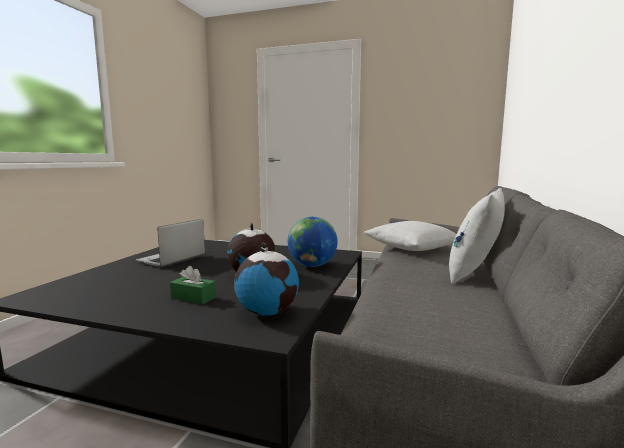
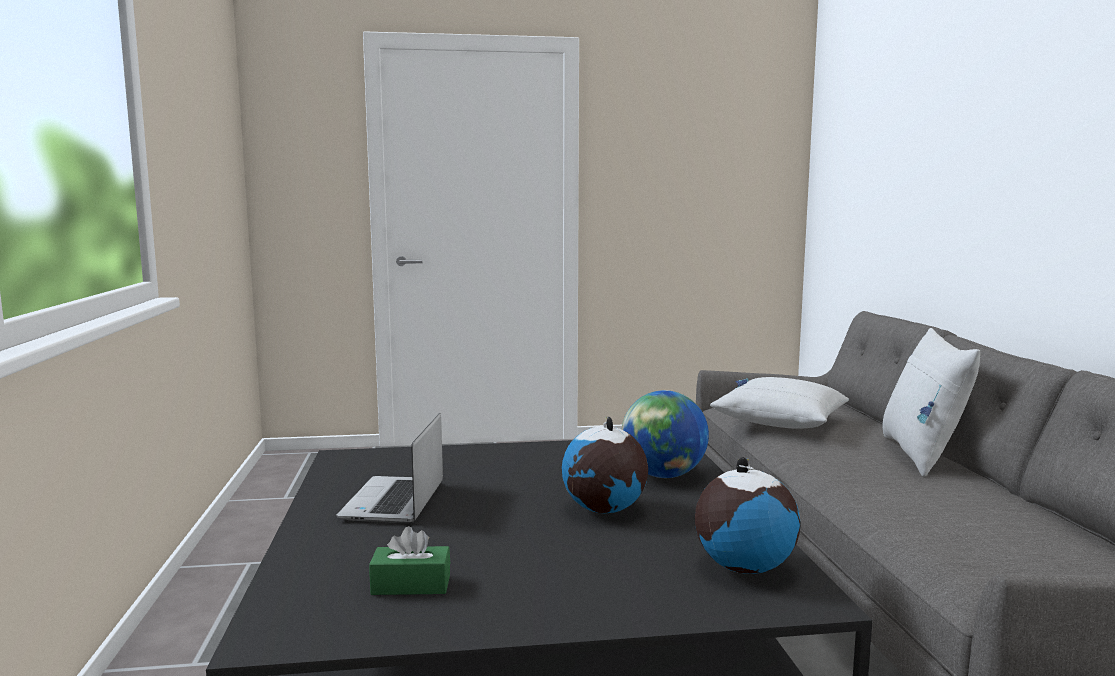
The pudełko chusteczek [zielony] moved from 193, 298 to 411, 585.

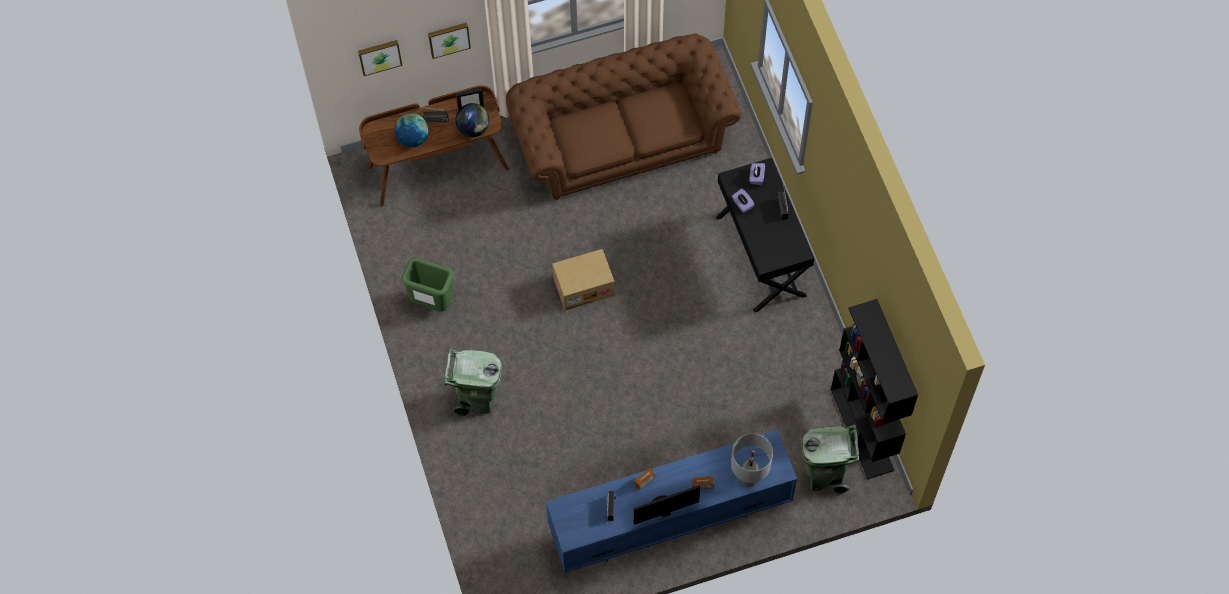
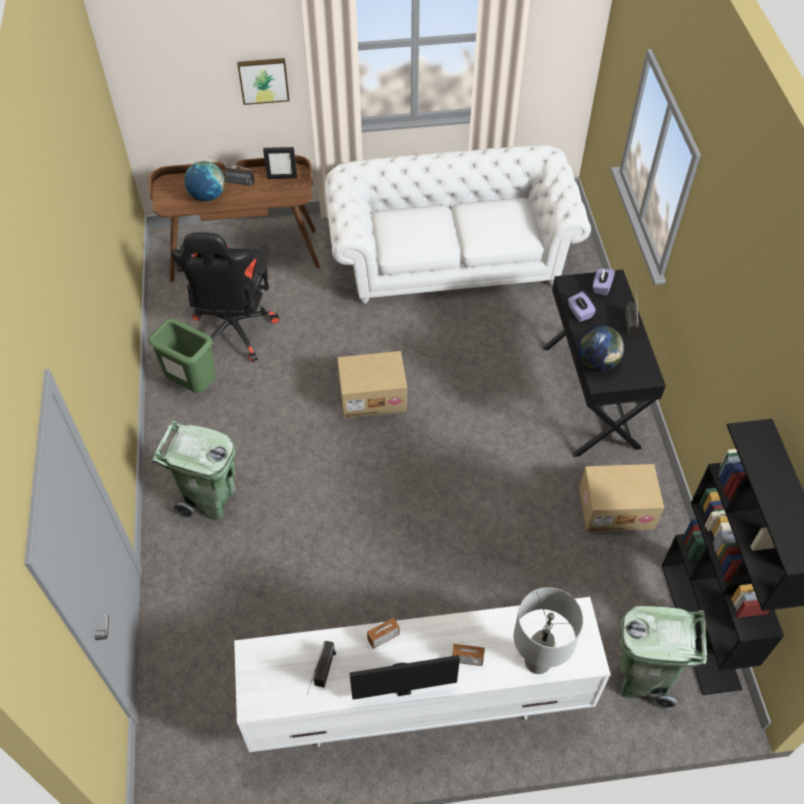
The obraz at 379, 56 disappeared. The krzesło biurowe [czarny] at 235, 324 appeared. The karton at 616, 508 appeared. The globus moved from 473, 128 to 597, 362. The kanapa [brązowy] at 621, 136 became the kanapa [biały] at 450, 254. The szafka [niebieski] at 669, 522 became the szafka [biały] at 417, 705.

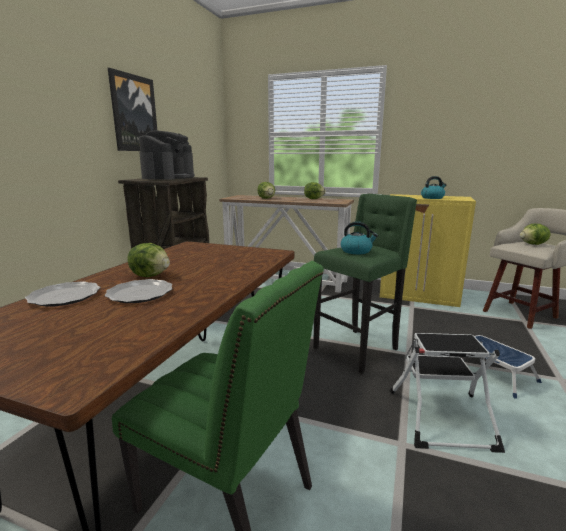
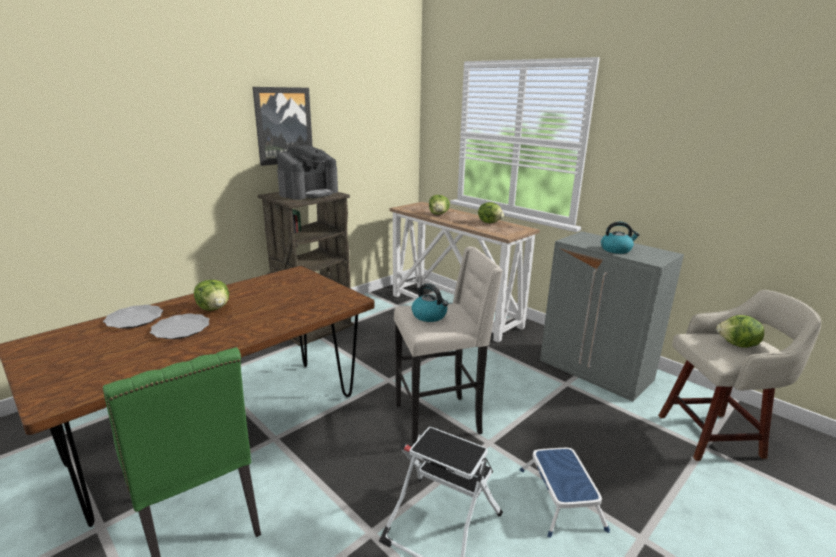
The stołek [zielony] at 357, 349 became the stołek [beżowy] at 439, 420. The szafka [żółty] at 419, 295 became the szafka [szary] at 596, 370.

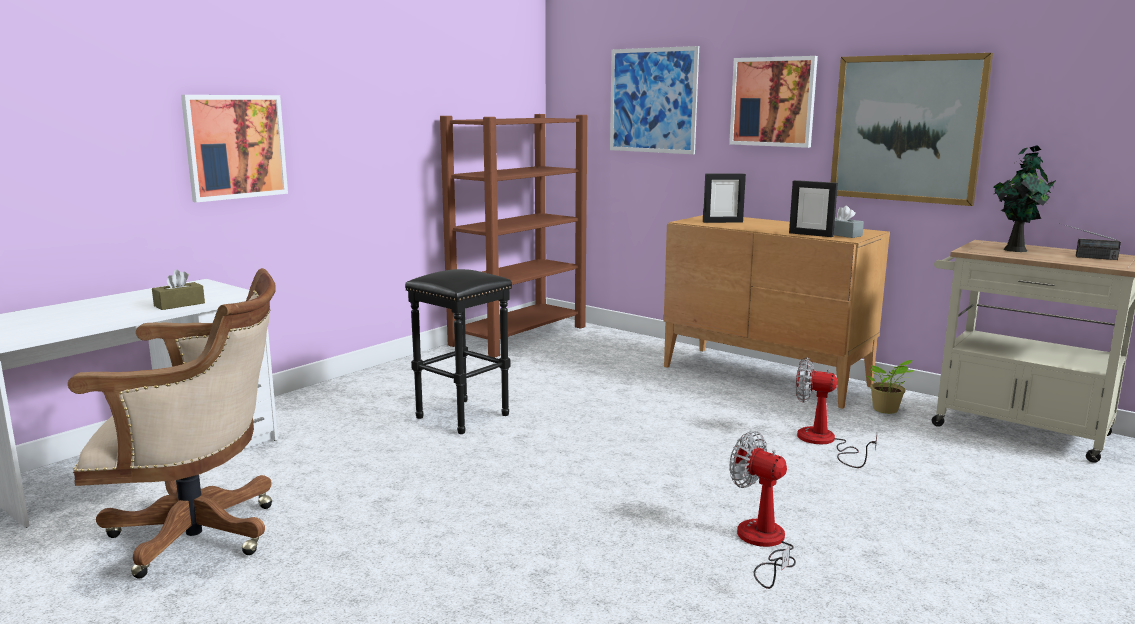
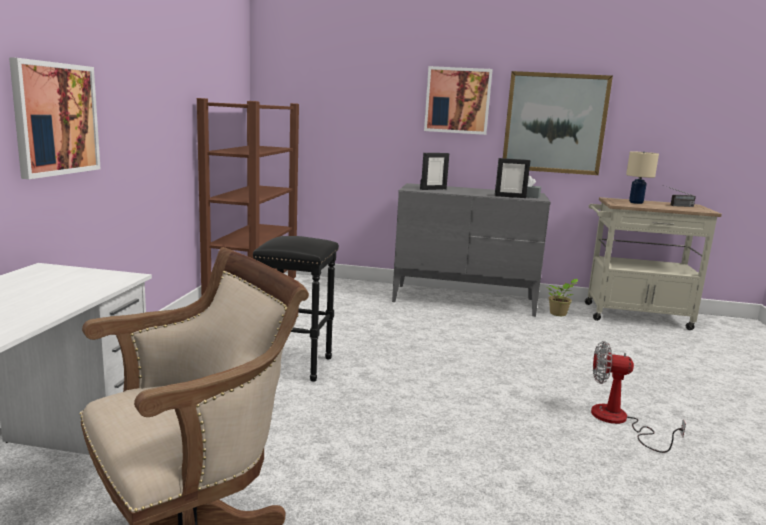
The pudełko chusteczek [brązowy] at 179, 304 disappeared. The obraz at 653, 100 disappeared. The wentylator at 824, 442 disappeared. The roślina doniczkowa at 1015, 249 was replaced by the lampa stołowa [beżowy] at 635, 202. The szafka [brązowy] at 765, 376 became the szafka [szary] at 464, 300.

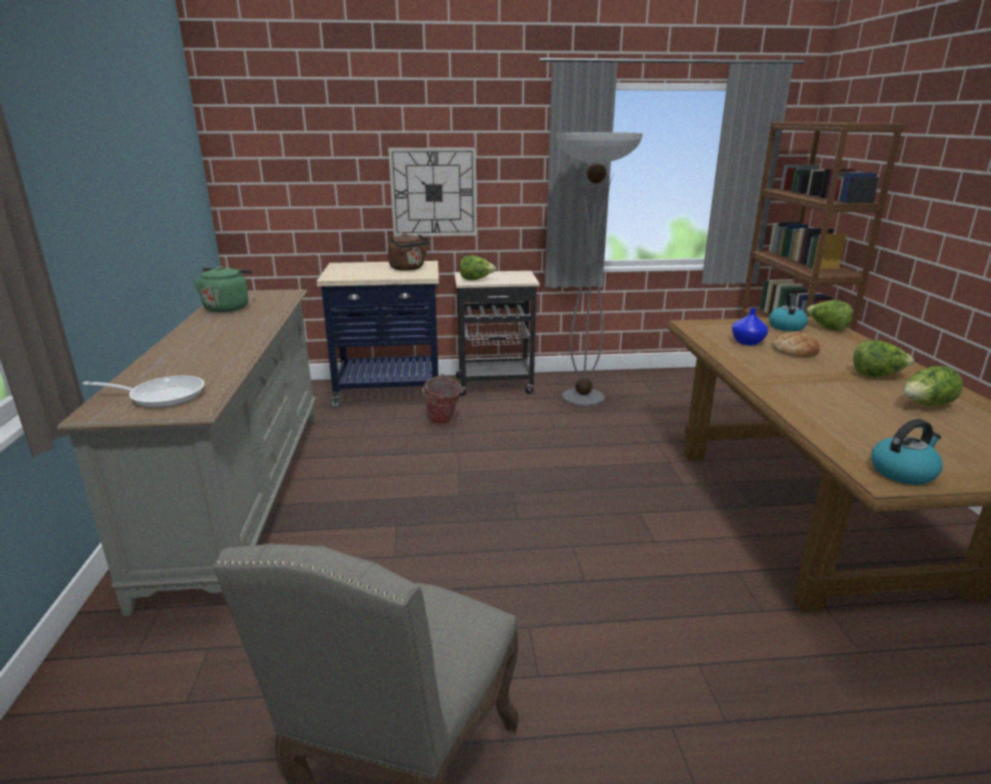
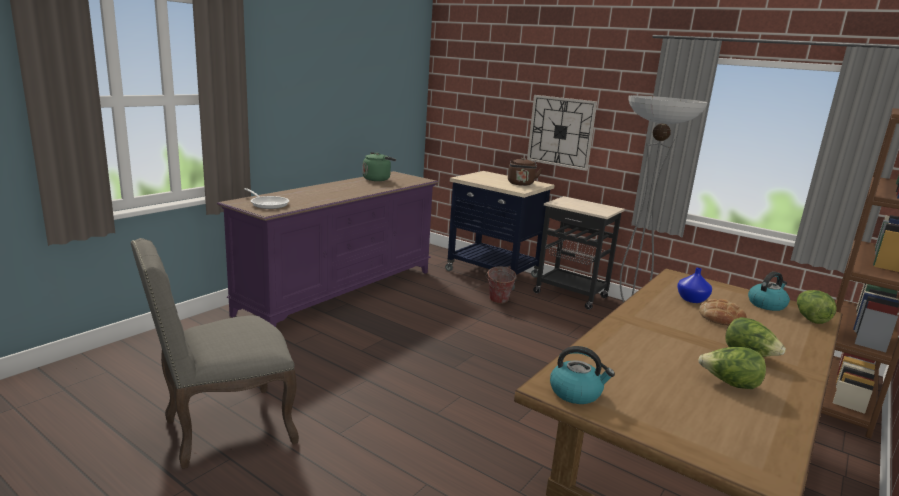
The sałata at 476, 280 disappeared. The szafka [szary] at 245, 493 became the szafka [fioletowy] at 341, 292.

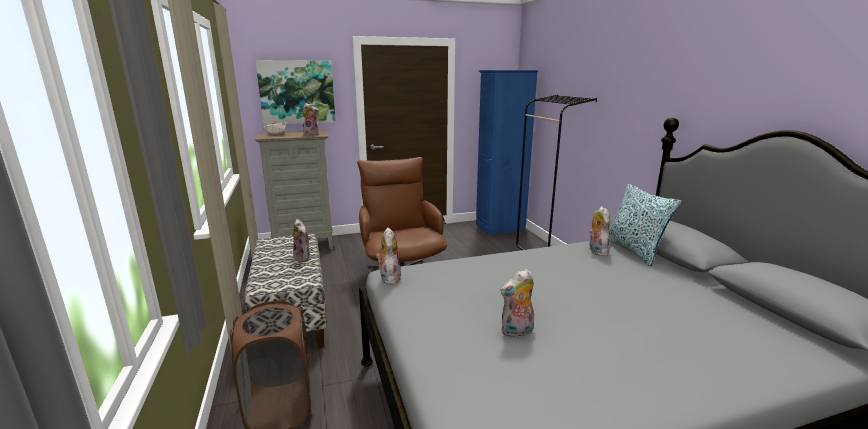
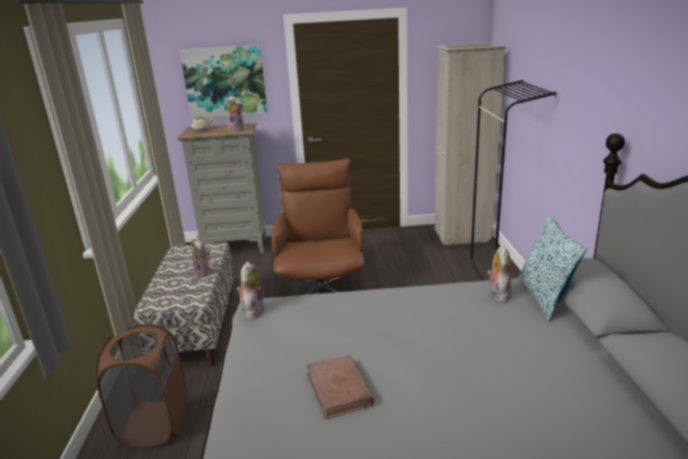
The pluszak at 517, 332 was replaced by the książka [brązowy] at 339, 389. The szafka [niebieski] at 499, 227 became the szafka [beżowy] at 461, 235.

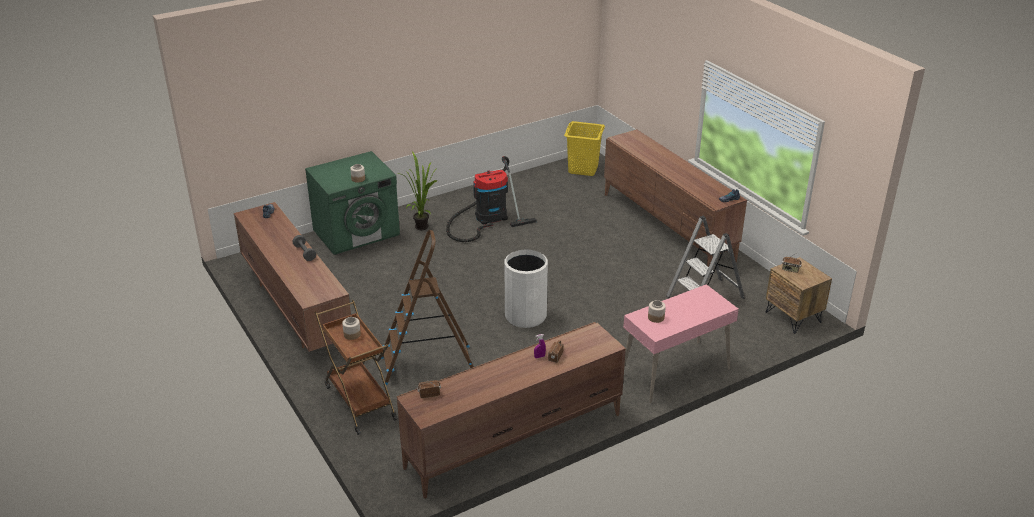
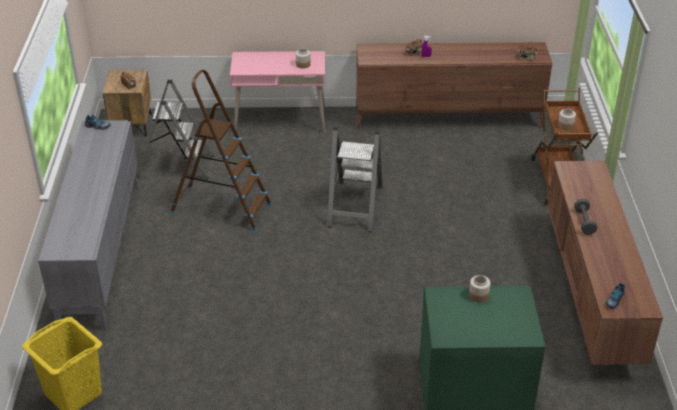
The roślina doniczkowa at 422, 225 disappeared. The odkurzacz at 487, 218 disappeared. The drabinka [brązowy] moved from 427, 365 to 222, 208. The kosz na śmieci [biały] at 525, 315 was replaced by the drabinka [szary] at 355, 207. The szafka [brązowy] at 668, 227 became the szafka [szary] at 100, 252.

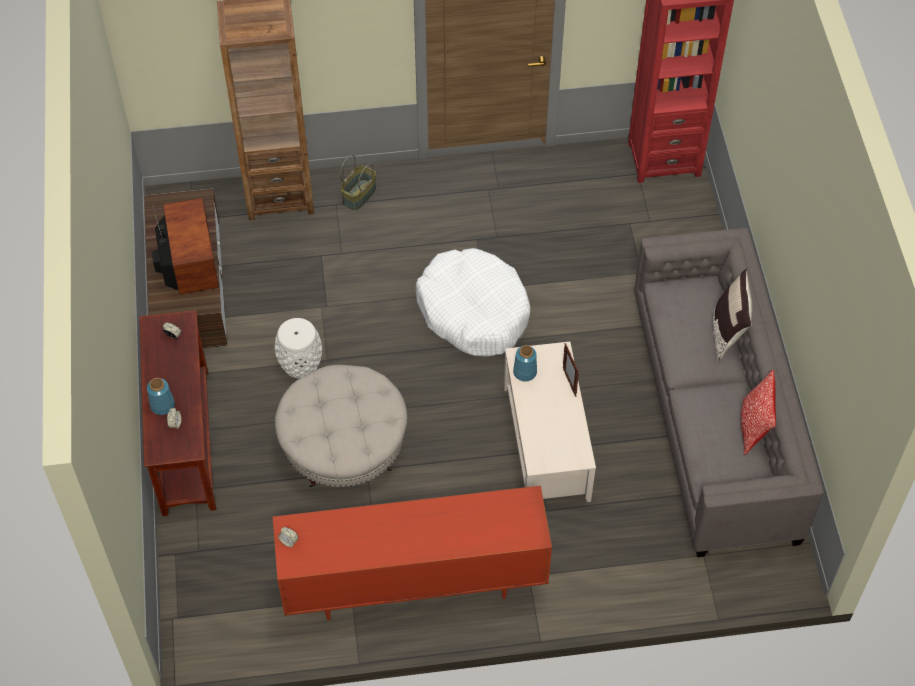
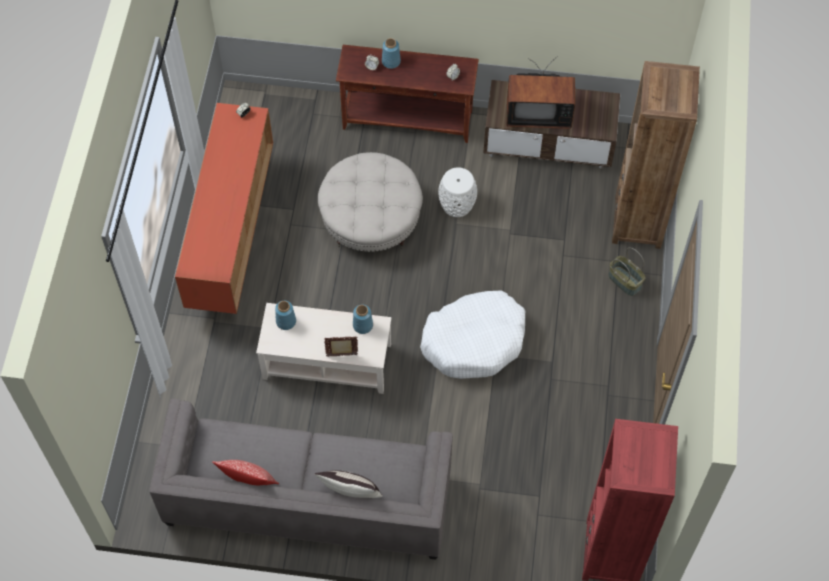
The wazon [niebieski] at 286, 321 appeared.

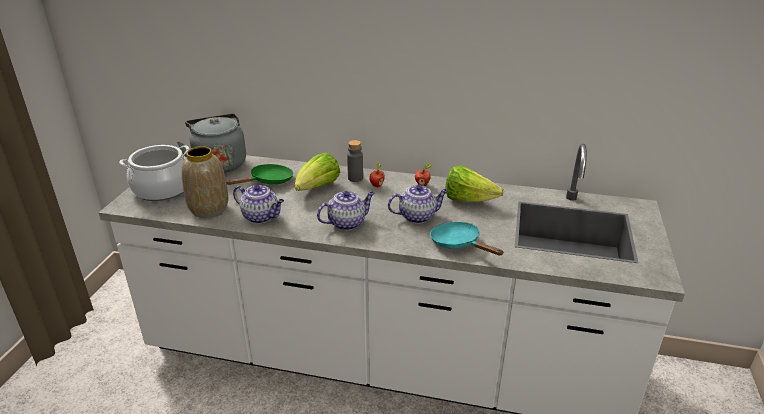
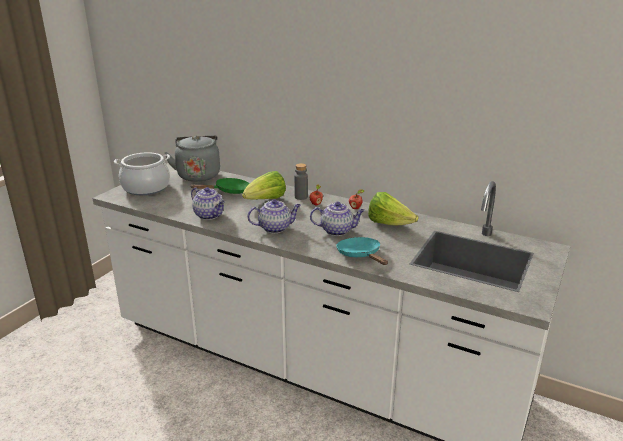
The wazon at 208, 209 disappeared.

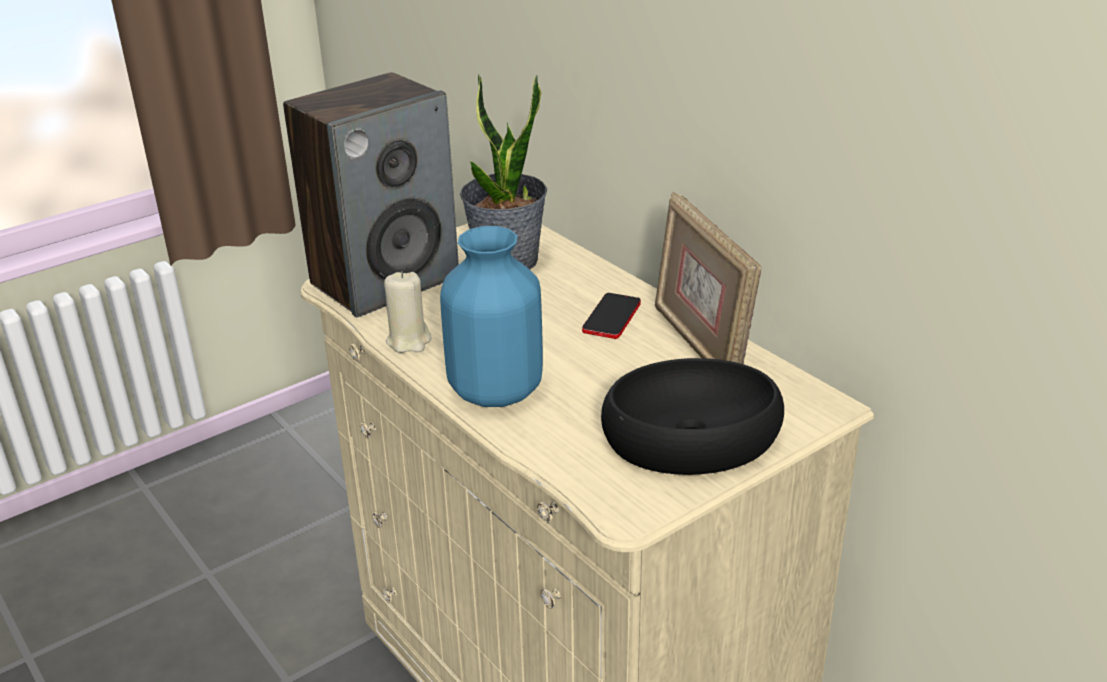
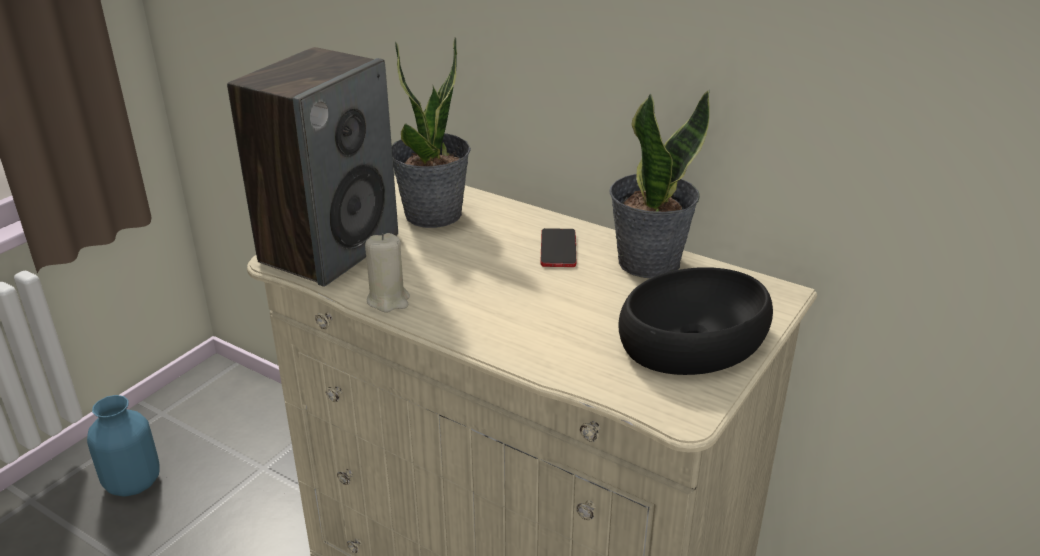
The wazon [niebieski] moved from 496, 392 to 133, 483. The ramka na zdjęcie at 699, 346 was replaced by the roślina doniczkowa at 648, 261.

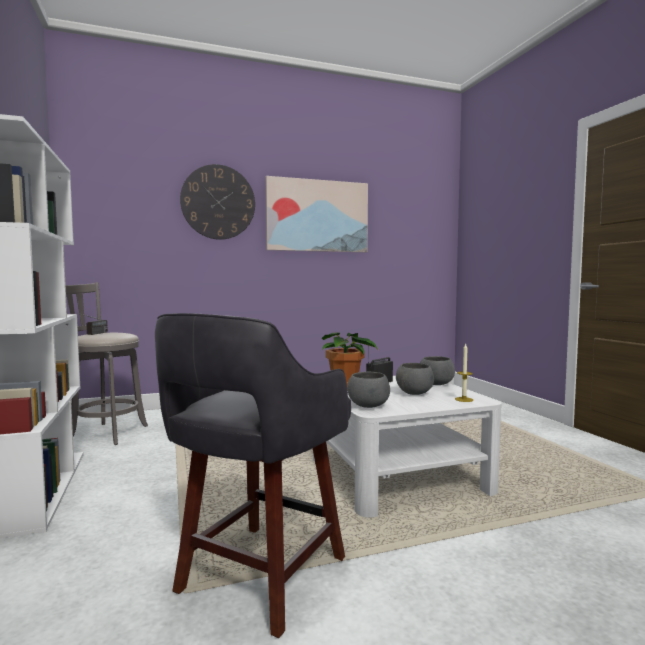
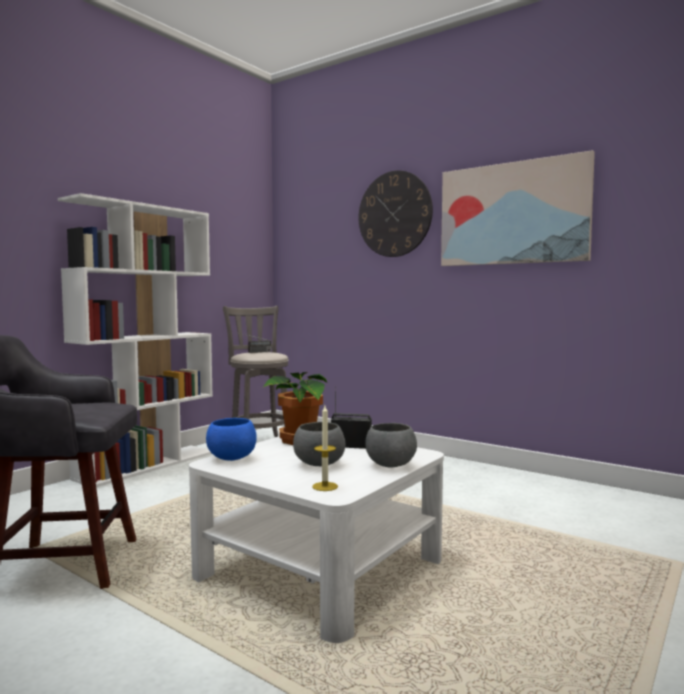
The miska [szary] at 368, 406 became the miska [niebieski] at 232, 458.

